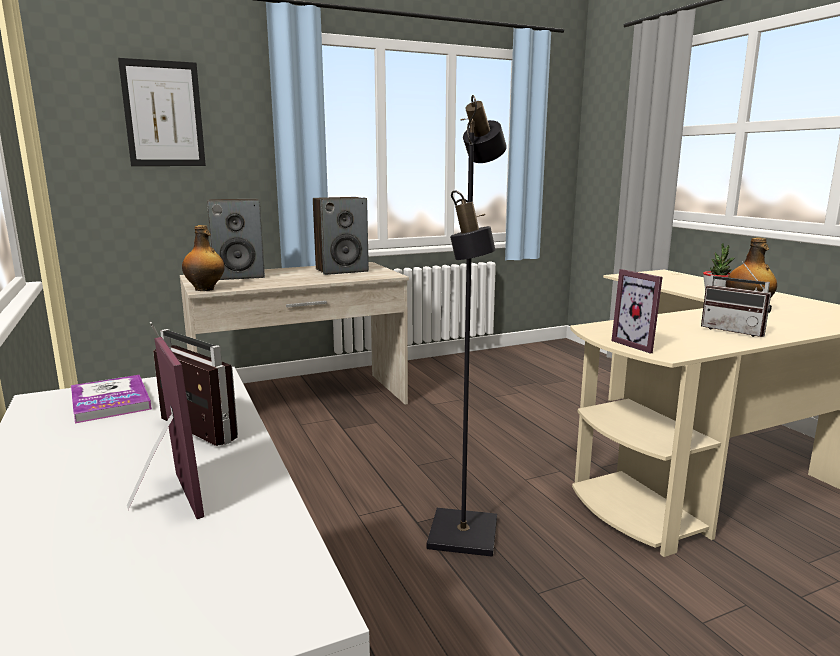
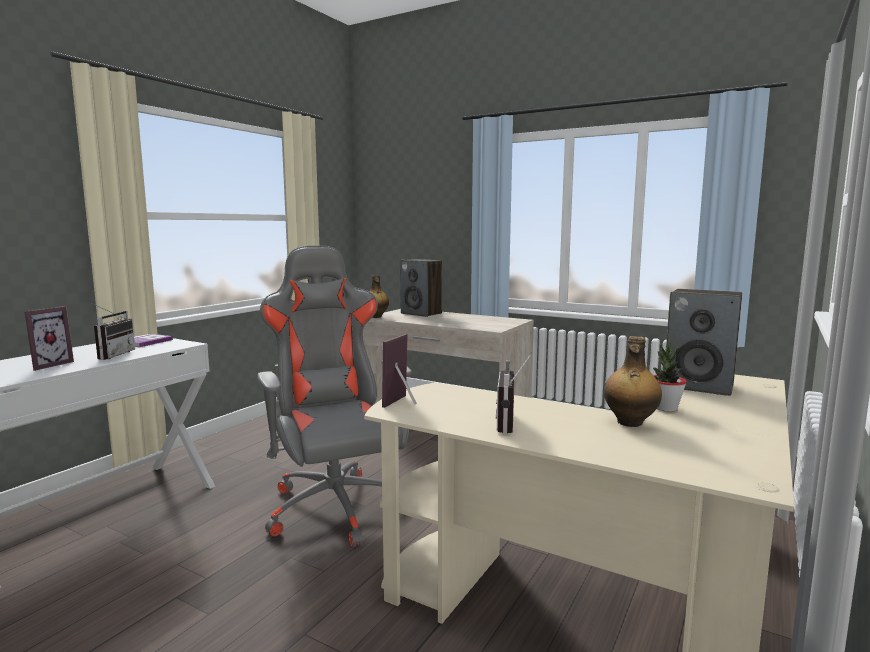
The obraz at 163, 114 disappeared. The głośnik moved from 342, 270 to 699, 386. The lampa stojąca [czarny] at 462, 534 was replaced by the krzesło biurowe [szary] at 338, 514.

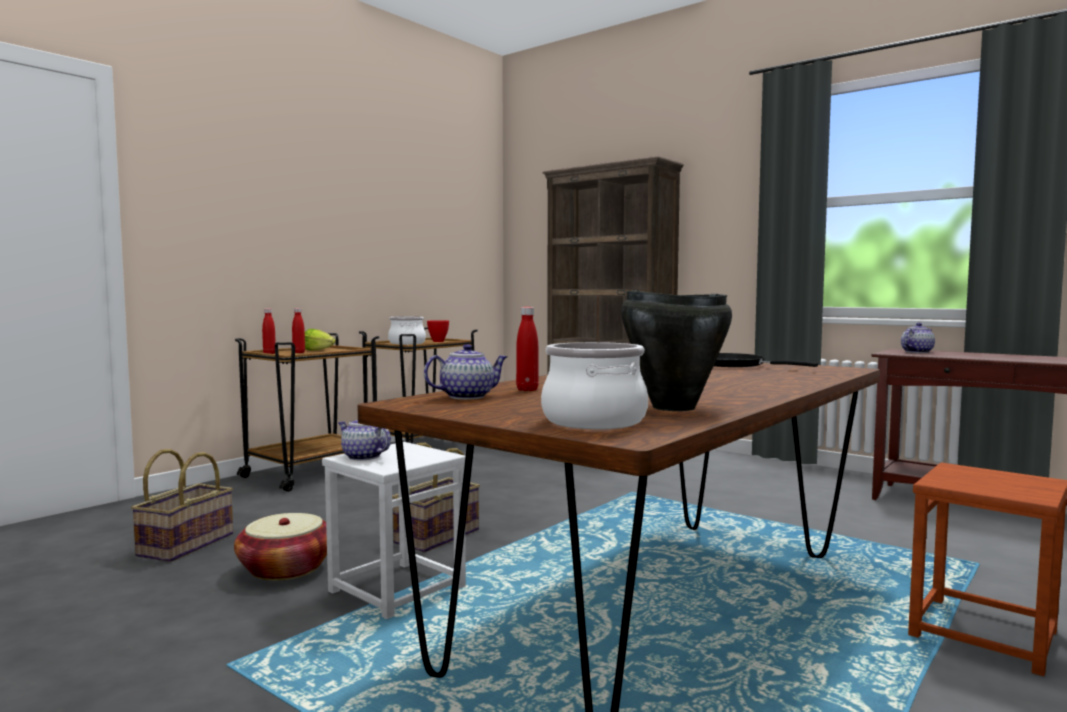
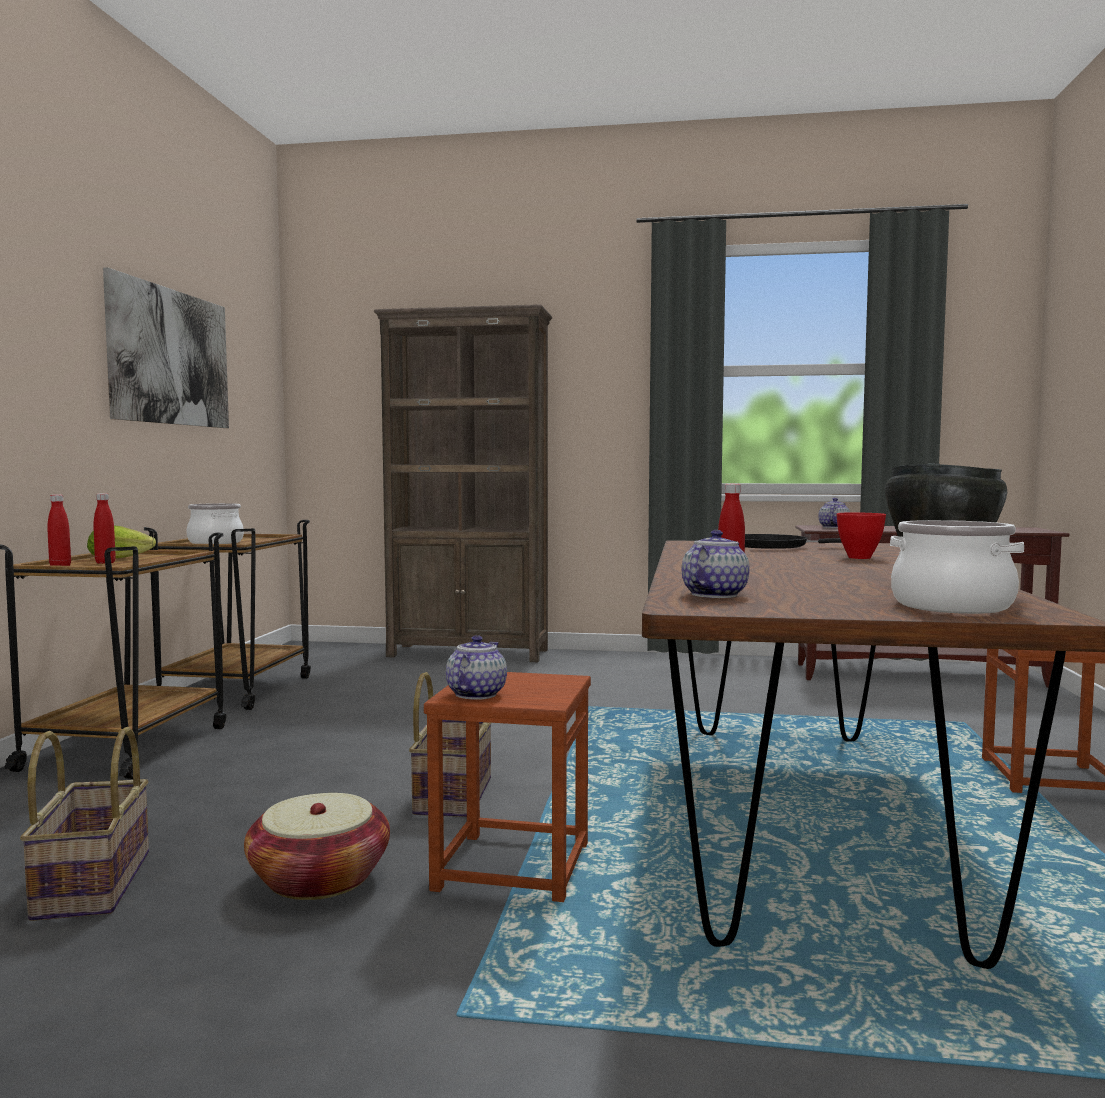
The obraz at 171, 357 appeared. The miska [czerwony] moved from 437, 341 to 858, 557. The stołek [biały] at 397, 589 became the stołek [brązowy] at 511, 866. The imbryk at 363, 457 turned 105 degrees clockwise.

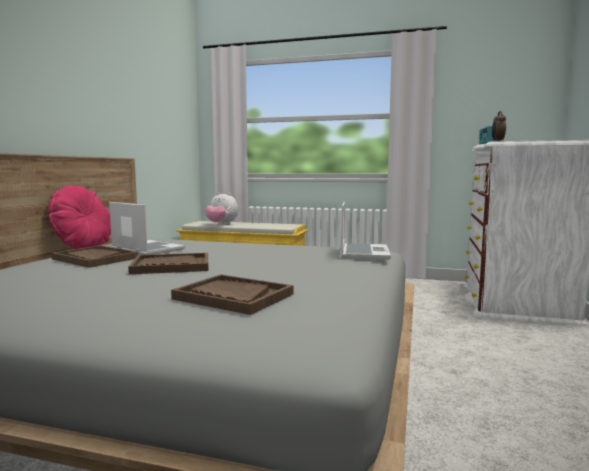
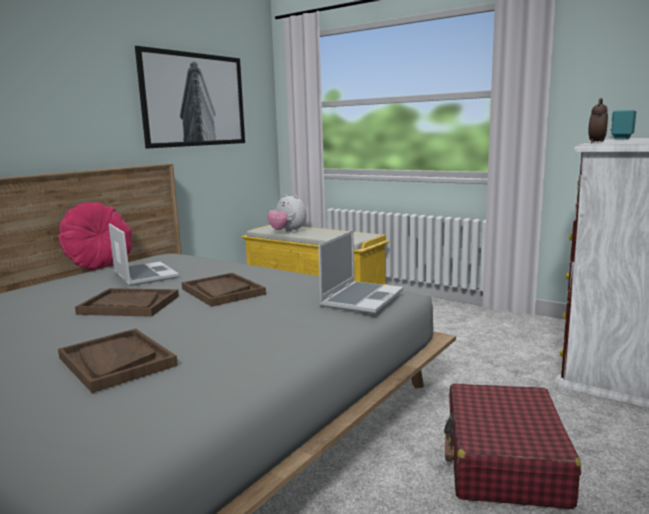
The obraz at 195, 100 appeared. The walizka [czerwony] at 504, 461 appeared. The taca [brązowy] moved from 95, 258 to 222, 291.

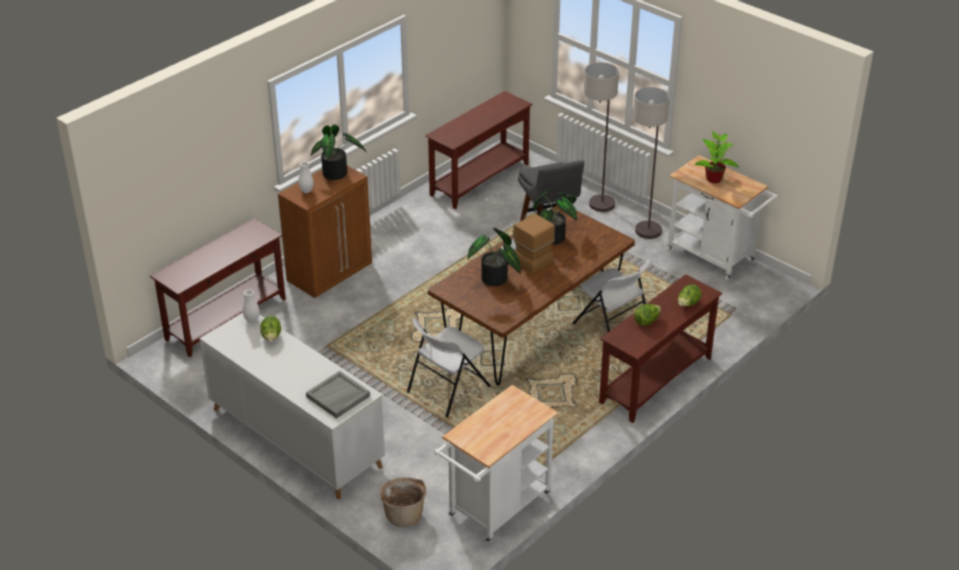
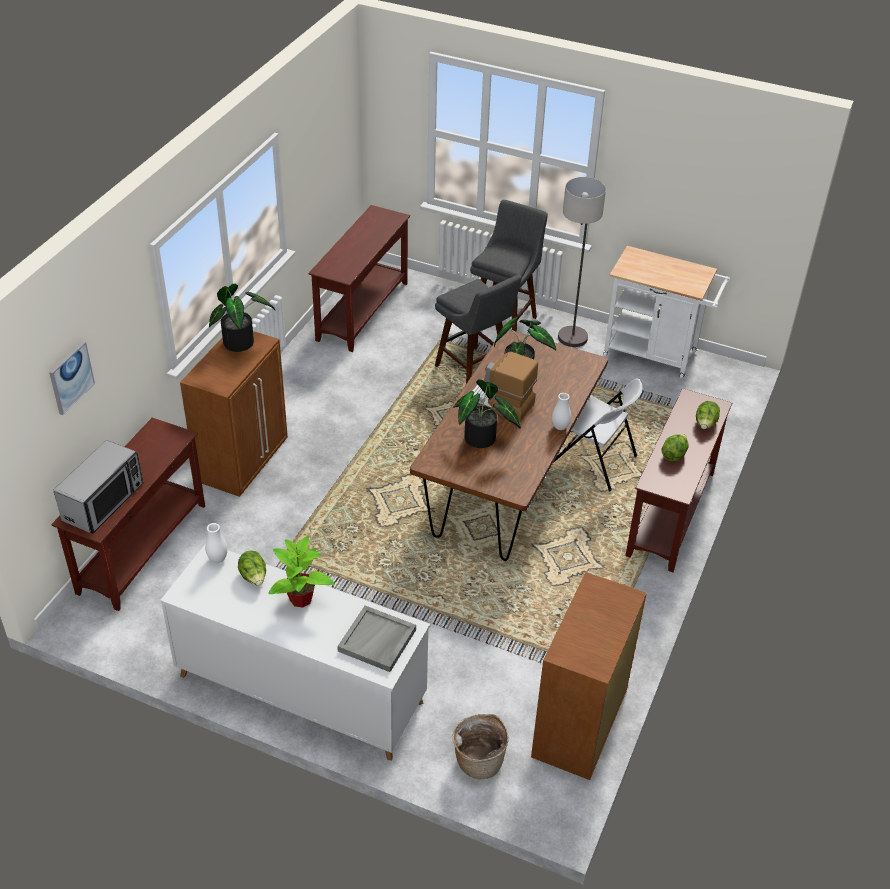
The krzesło [biały] at 448, 389 disappeared. The obraz at 71, 377 appeared. The mikrofalówka at 104, 502 appeared. The wazon [biały] moved from 306, 191 to 560, 427. The roślina doniczkowa moved from 714, 179 to 301, 599. The wózek [biały] at 495, 509 was replaced by the szafka [brązowy] at 579, 723. The lampa stojąca [szary] at 596, 207 was replaced by the stołek [szary] at 505, 321.

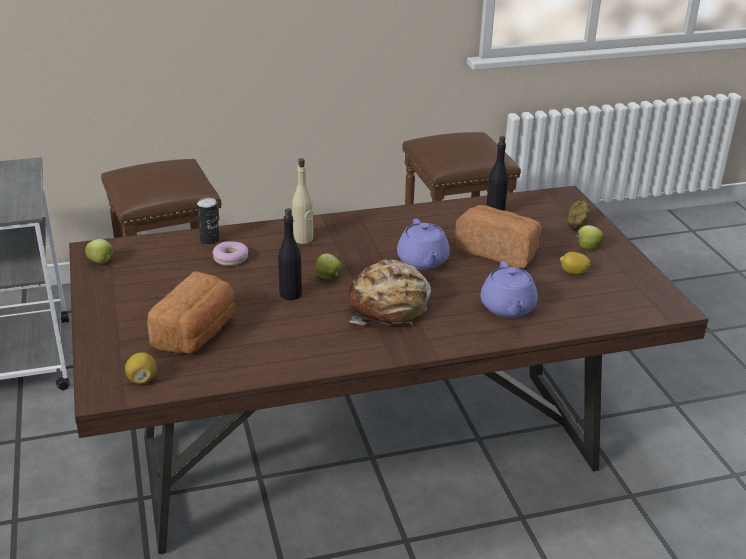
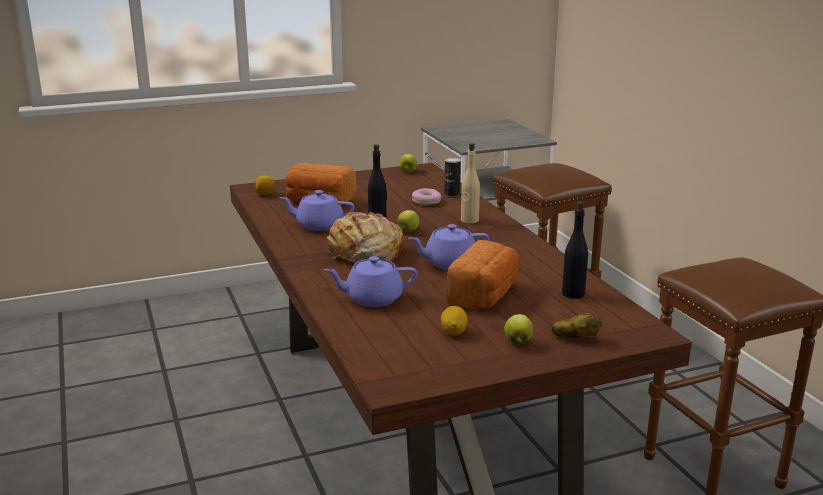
The imbryk [fioletowy] at 318, 225 appeared.

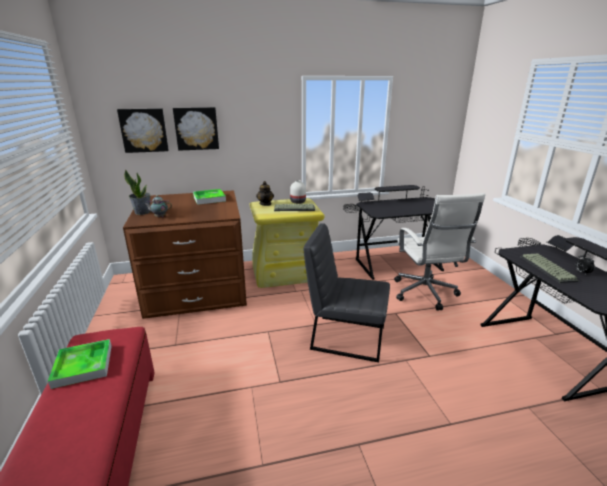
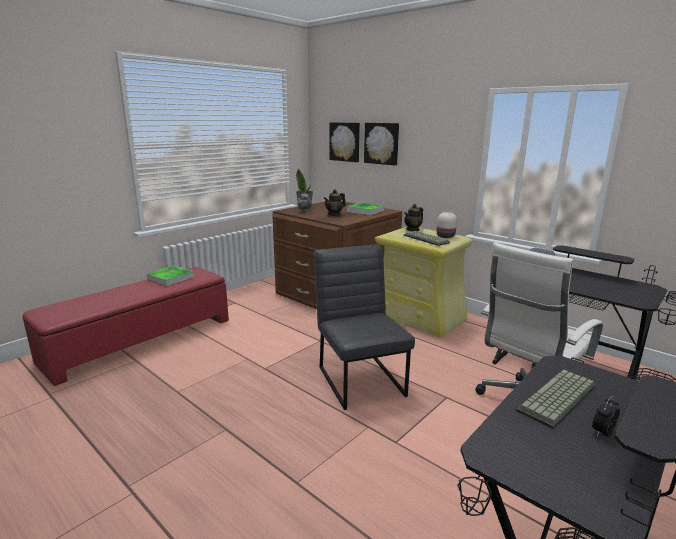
The imbryk at 334, 214 appeared.

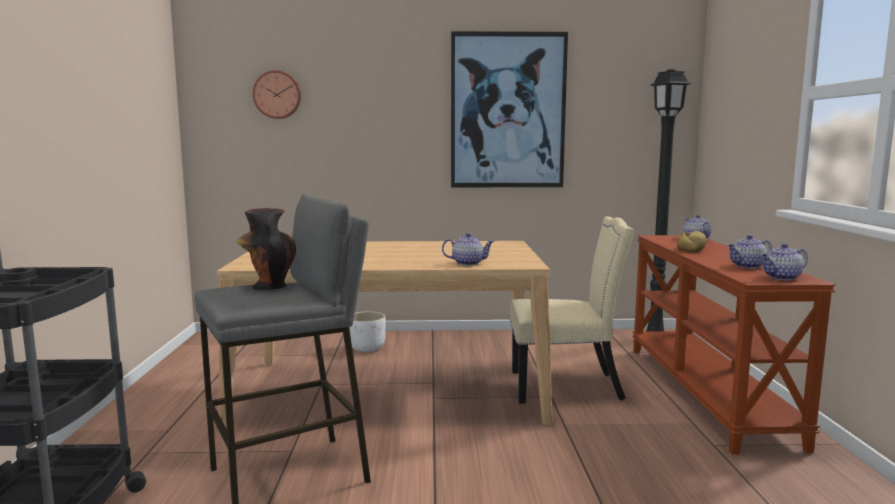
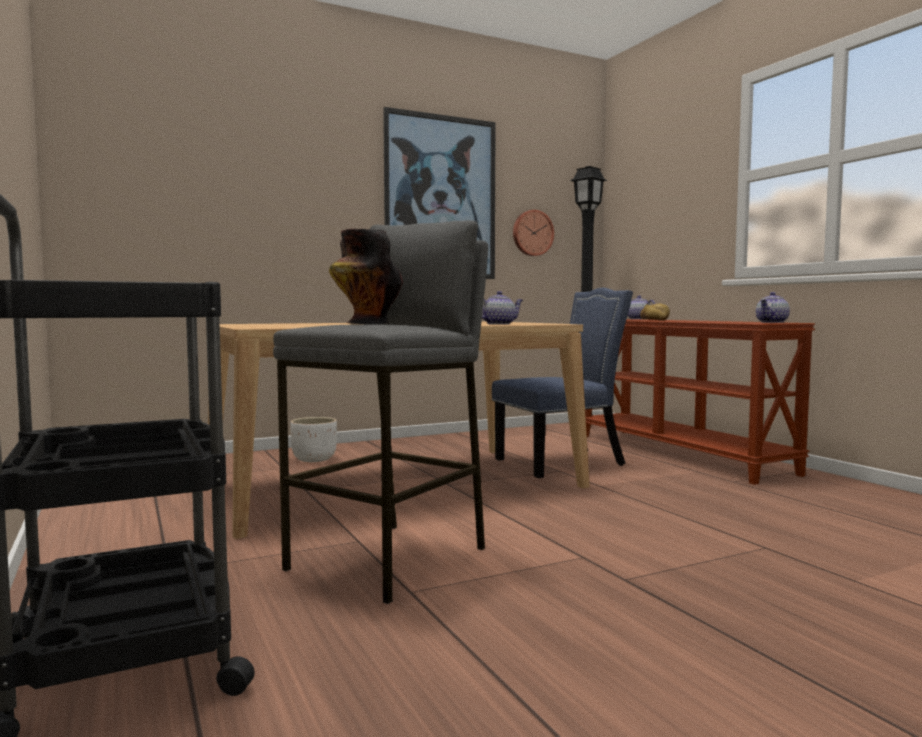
The imbryk at 747, 266 disappeared. The zegar ścienny moved from 277, 95 to 532, 233. The krzesło [beżowy] at 563, 386 became the krzesło [niebieski] at 558, 463.

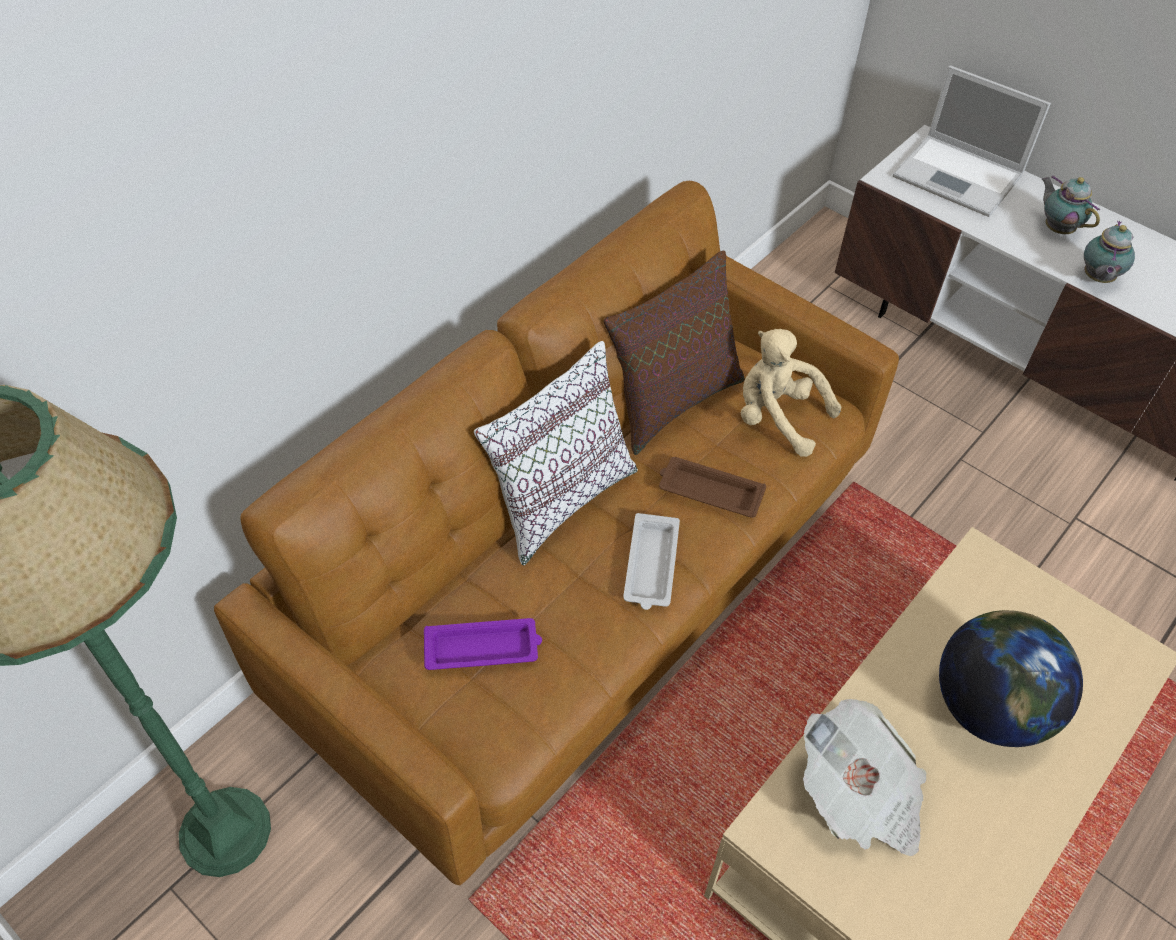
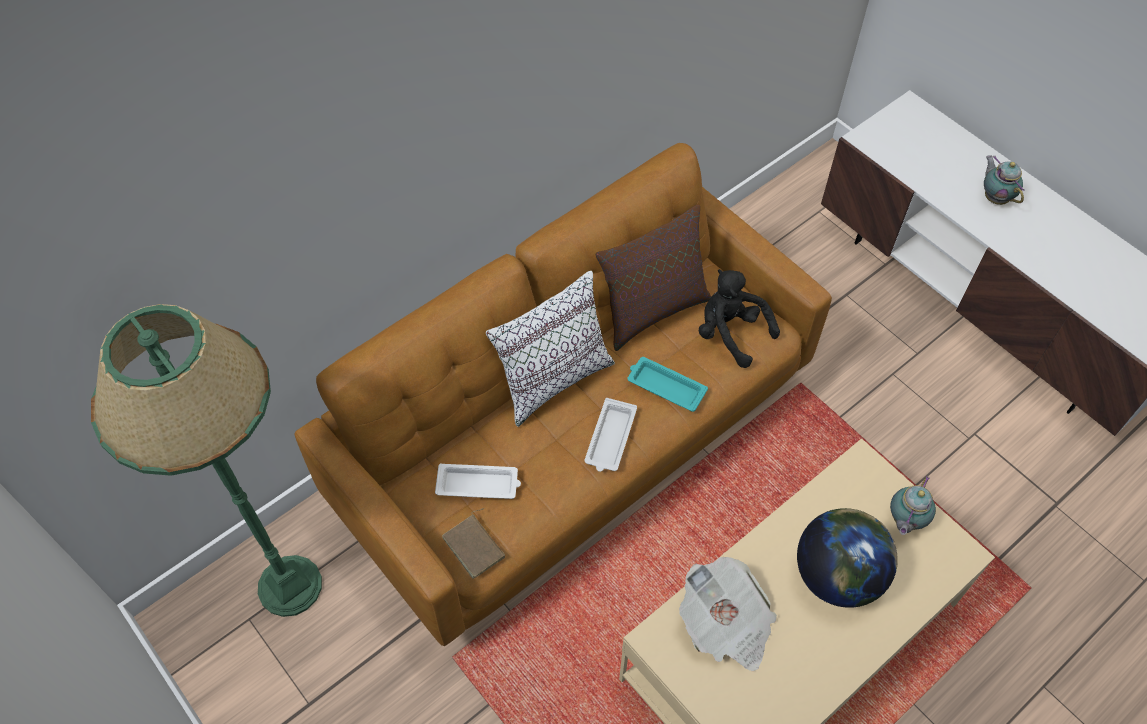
The laptop at 960, 176 disappeared. The książka [brązowy] at 475, 546 appeared. The imbryk moved from 1097, 279 to 904, 521. The taca [fioletowy] at 483, 648 became the taca [biały] at 479, 484. The taca [brązowy] at 709, 491 became the taca [turkusowy] at 665, 386. The pluszak [beżowy] at 777, 417 became the pluszak [czarny] at 730, 333.

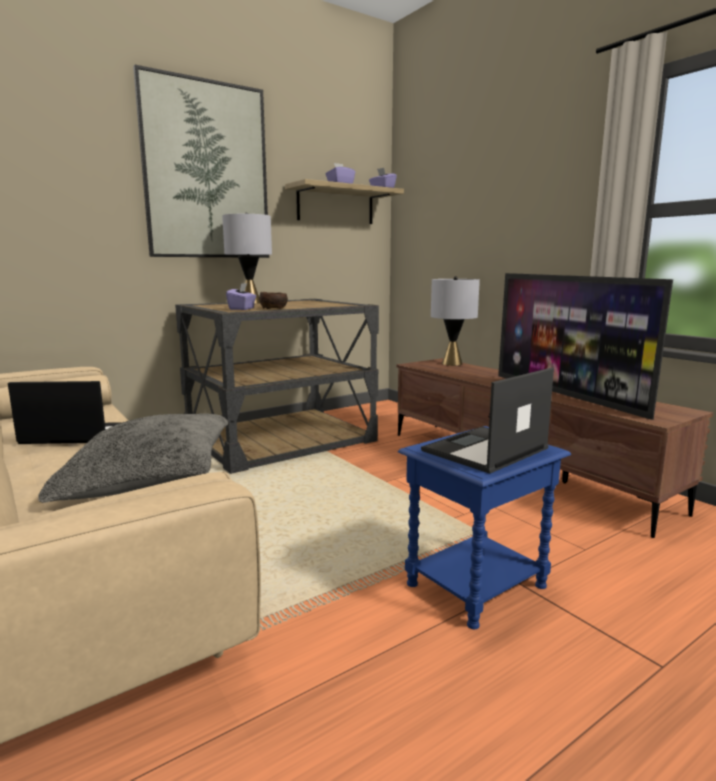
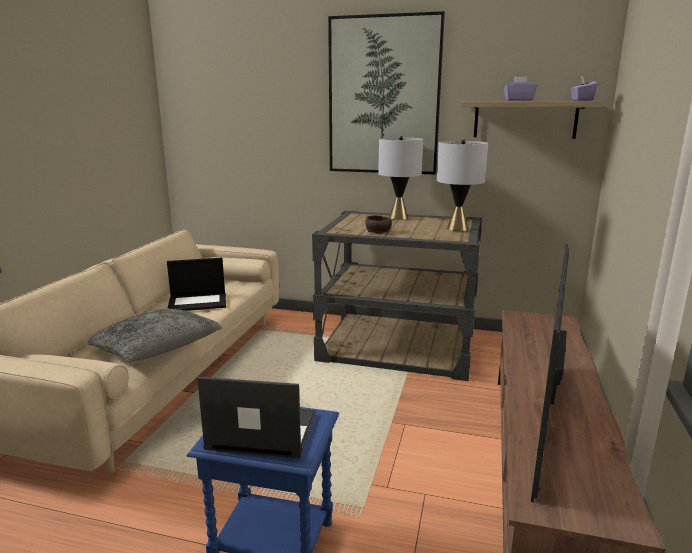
The pudełko chusteczek [fioletowy] at 242, 309 disappeared. The lampa stołowa [szary] moved from 451, 363 to 457, 228. The laptop at 74, 435 turned 120 degrees clockwise.

